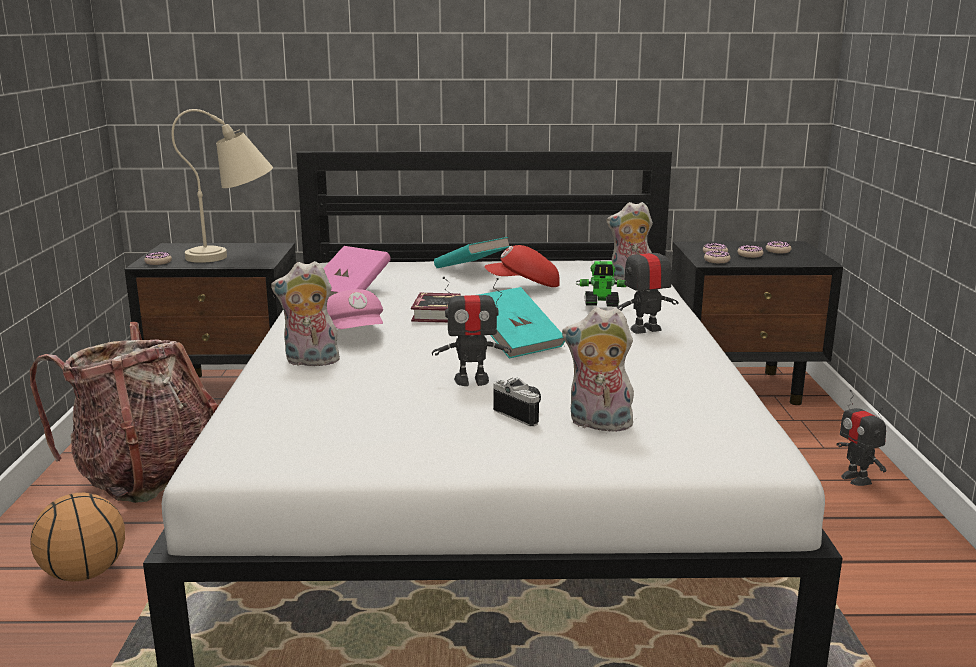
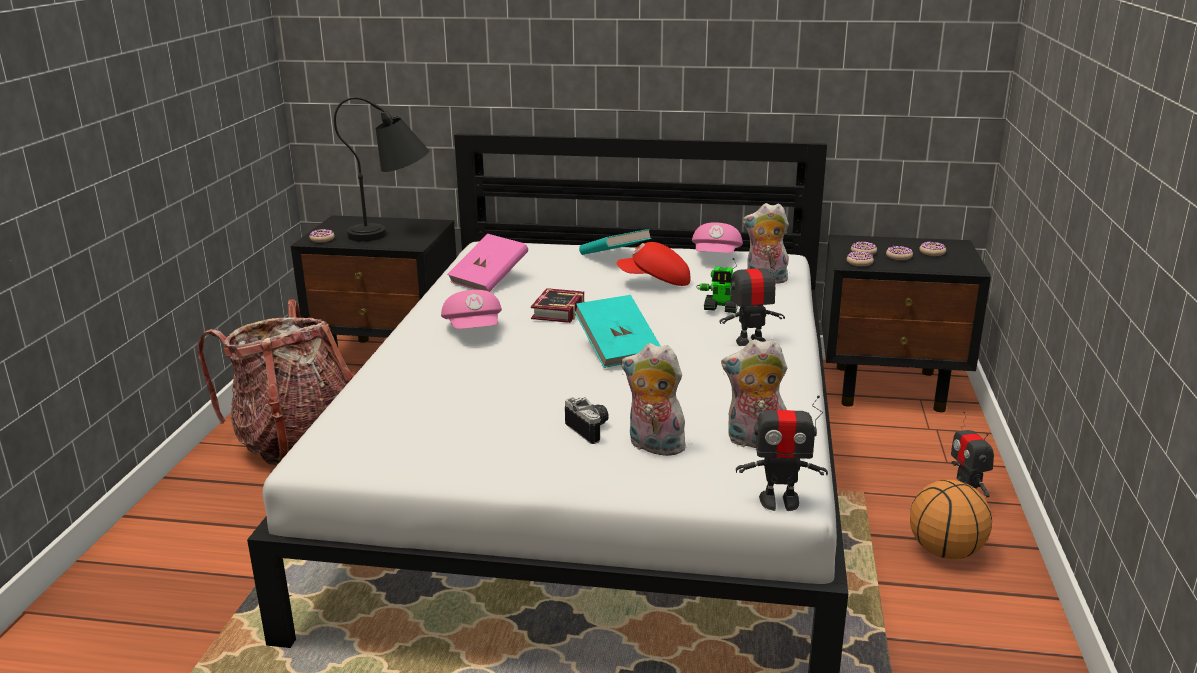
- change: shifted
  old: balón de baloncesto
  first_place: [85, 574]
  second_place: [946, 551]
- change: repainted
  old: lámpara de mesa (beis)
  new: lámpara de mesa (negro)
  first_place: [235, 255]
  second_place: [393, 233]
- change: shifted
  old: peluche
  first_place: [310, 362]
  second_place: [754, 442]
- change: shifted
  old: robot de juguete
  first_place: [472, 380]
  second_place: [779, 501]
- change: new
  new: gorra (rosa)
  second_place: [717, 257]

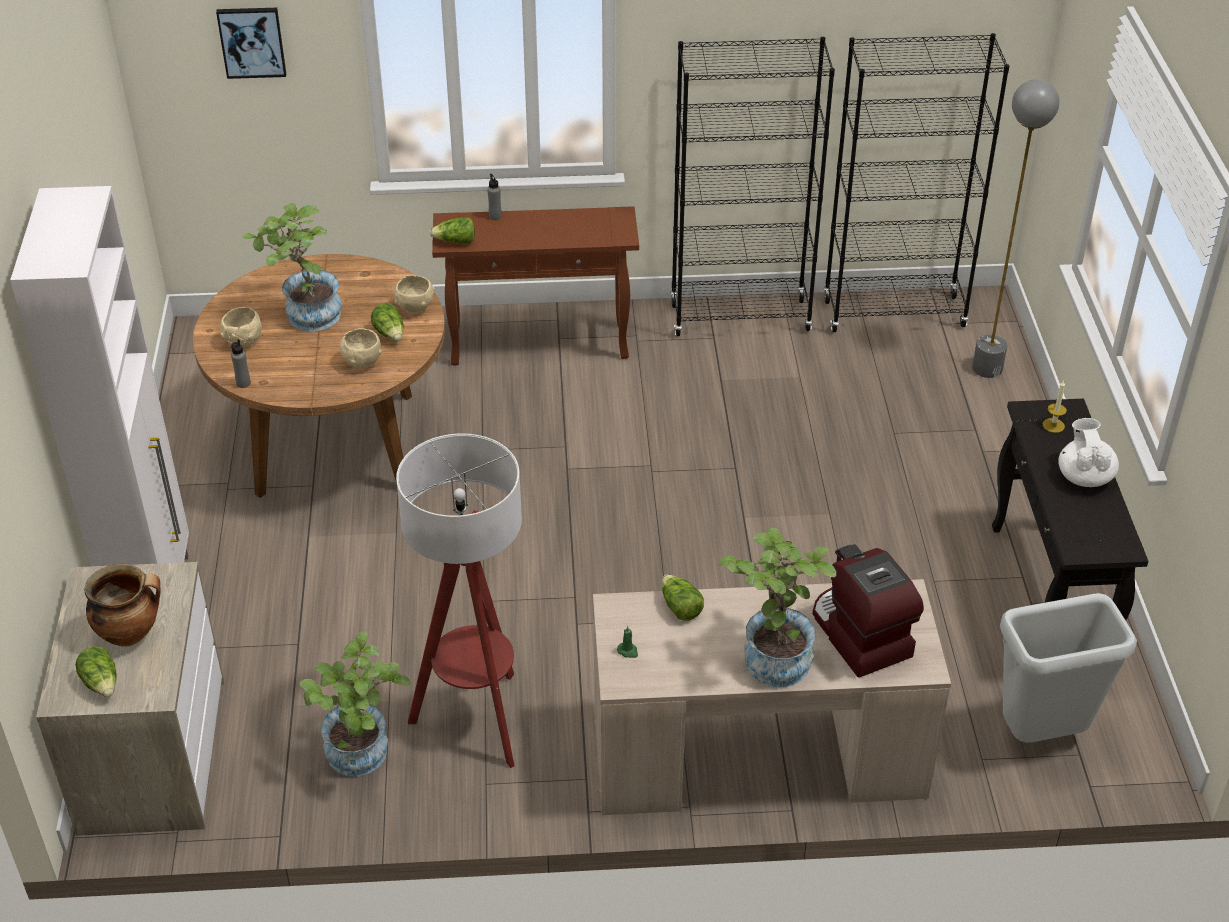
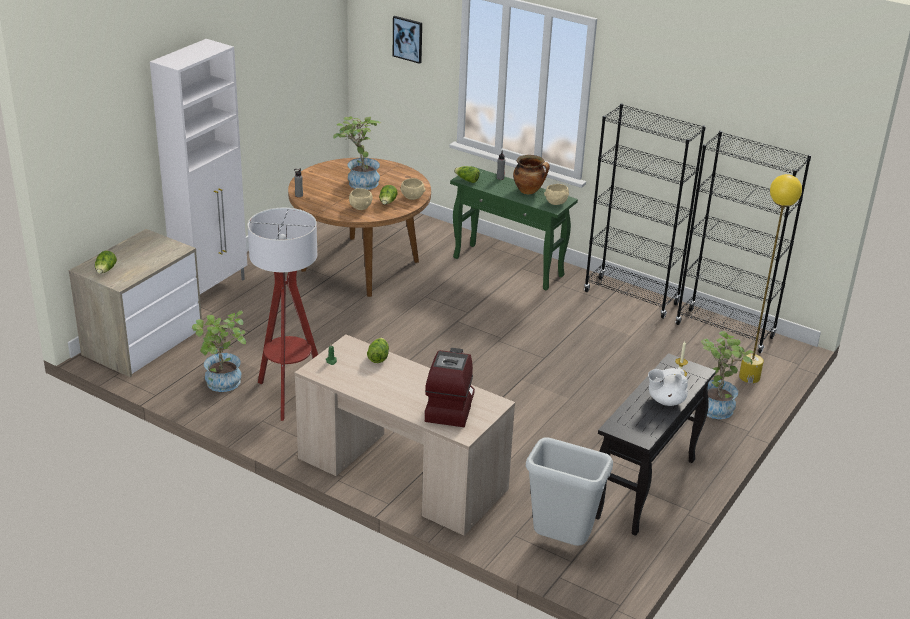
- change: shifted
  old: olla
  first_place: [131, 633]
  second_place: [529, 191]
- change: shifted
  old: cuenco (beis)
  first_place: [244, 341]
  second_place: [556, 203]
- change: repainted
  old: mesa consola (marrón)
  new: mesa consola (verde)
  first_place: [540, 344]
  second_place: [509, 267]
- change: shifted
  old: planta en maceta
  first_place: [773, 654]
  second_place: [716, 405]
- change: repainted
  old: lámpara de pie (gris)
  new: lámpara de pie (amarillo)
  first_place: [987, 368]
  second_place: [749, 377]
- change: rotated
  old: tetera (blanco)
  first_place: [1084, 476]
  second_place: [665, 401]
  degrees: -135

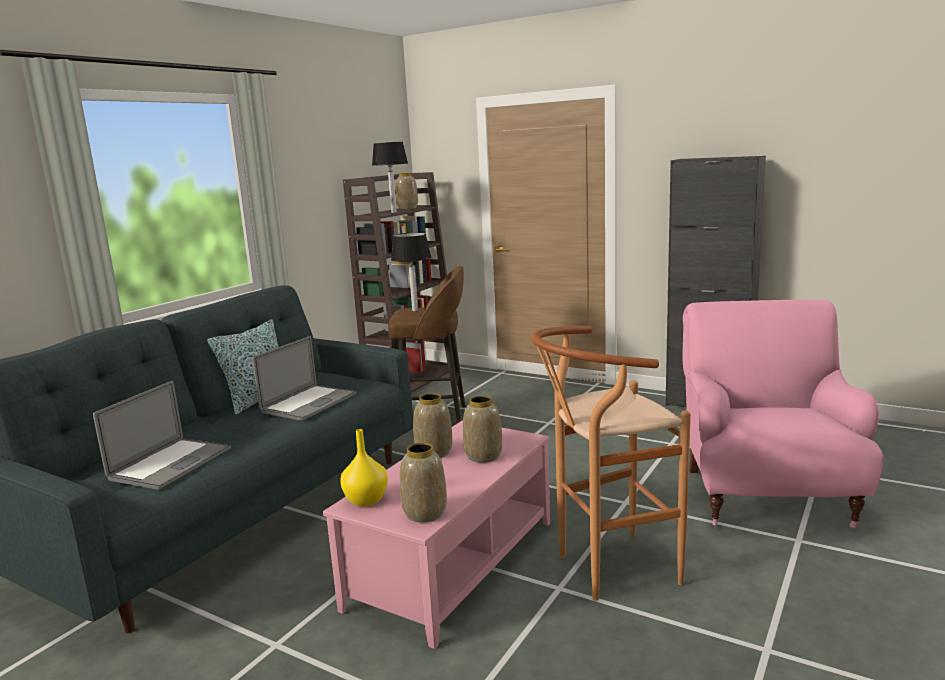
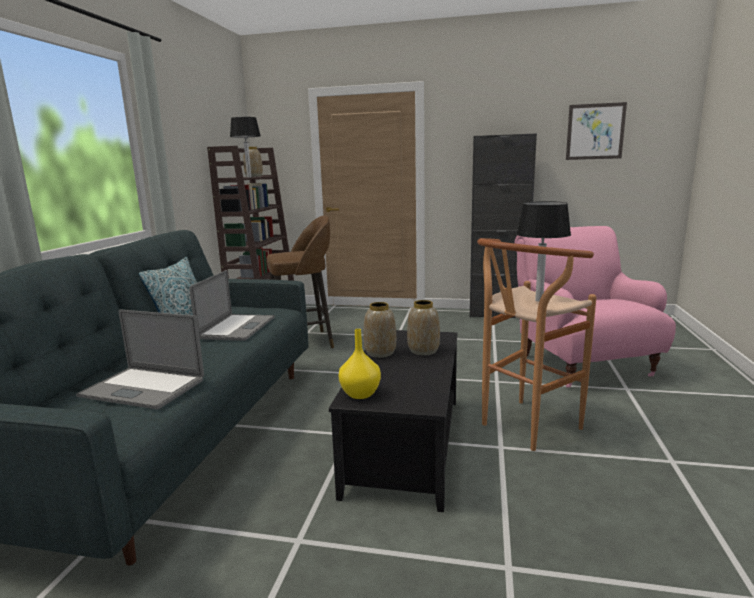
- change: rotated
  old: portátil
  first_place: [171, 463]
  second_place: [143, 388]
  degrees: 105
- change: repainted
  old: mesa de centro (rosa)
  new: mesa de centro (negro)
  first_place: [451, 563]
  second_place: [403, 444]
- change: shifted
  old: lámpara de mesa
  first_place: [415, 310]
  second_place: [539, 300]
- change: gone
  old: florero
  first_place: [425, 513]
- change: new
  new: cuadro
  second_place: [595, 131]

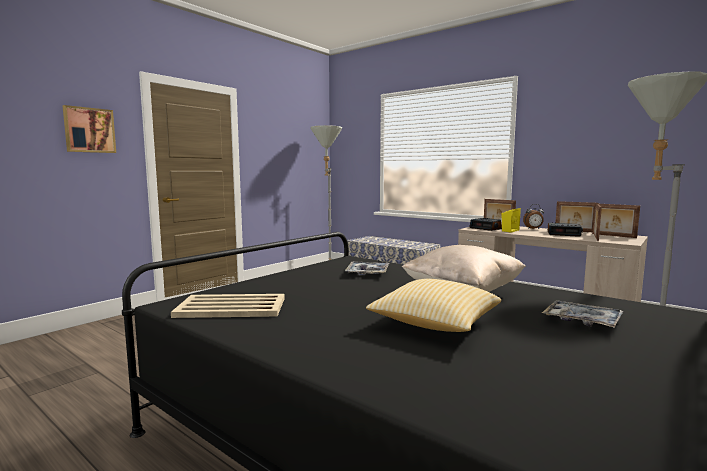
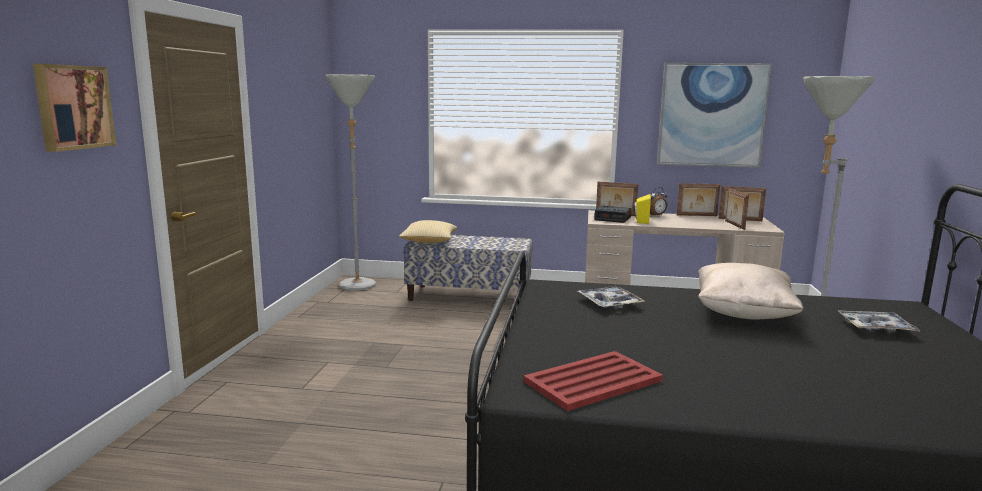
- change: repainted
  old: bandeja (beis)
  new: bandeja (rojo)
  first_place: [230, 307]
  second_place: [591, 381]
- change: shifted
  old: cojín
  first_place: [435, 324]
  second_place: [429, 242]
- change: gone
  old: despertador
  first_place: [564, 234]
- change: new
  new: cuadro
  second_place: [712, 115]

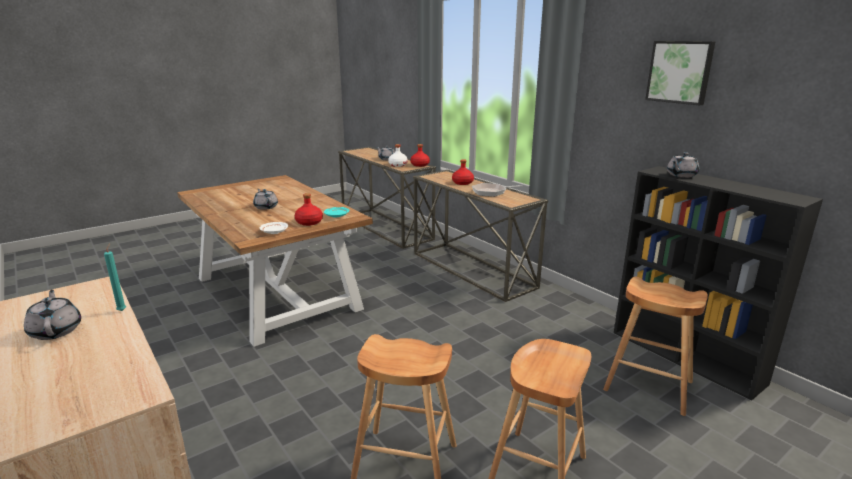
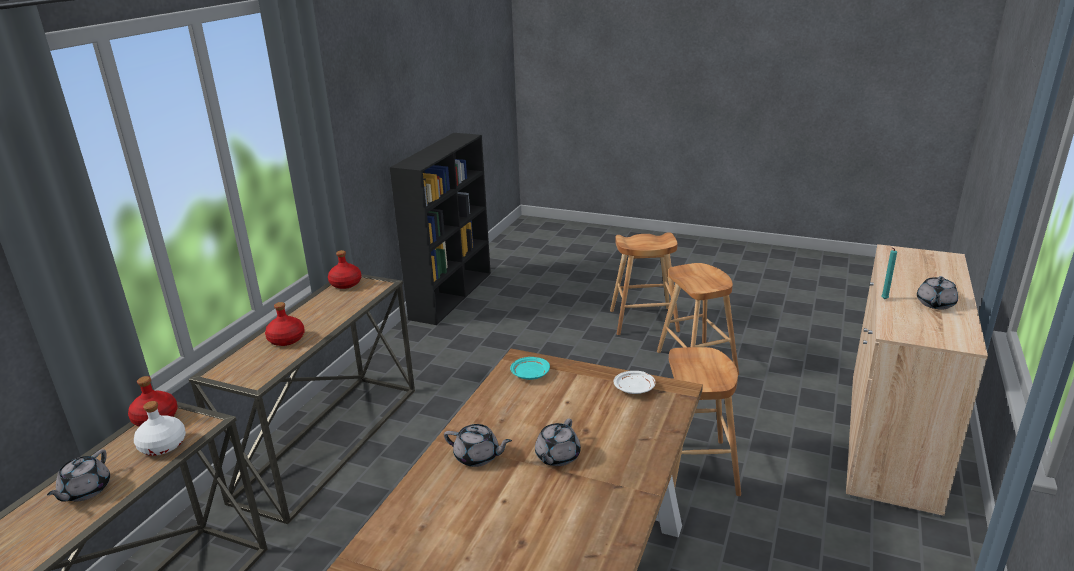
- change: shifted
  old: botella (rojo)
  first_place: [309, 222]
  second_place: [346, 283]
- change: gone
  old: sartén
  first_place: [491, 192]
- change: shifted
  old: taburete (marrón)
  first_place: [648, 386]
  second_place: [696, 468]
- change: gone
  old: cuadro
  first_place: [680, 72]
- change: shifted
  old: tetera (gris)
  first_place: [681, 175]
  second_place: [477, 457]

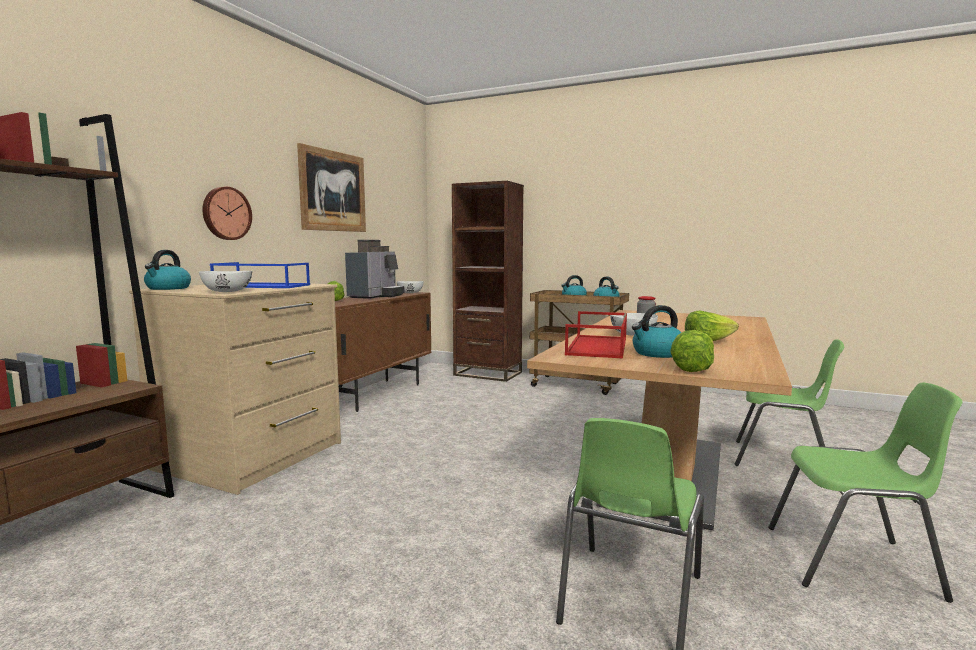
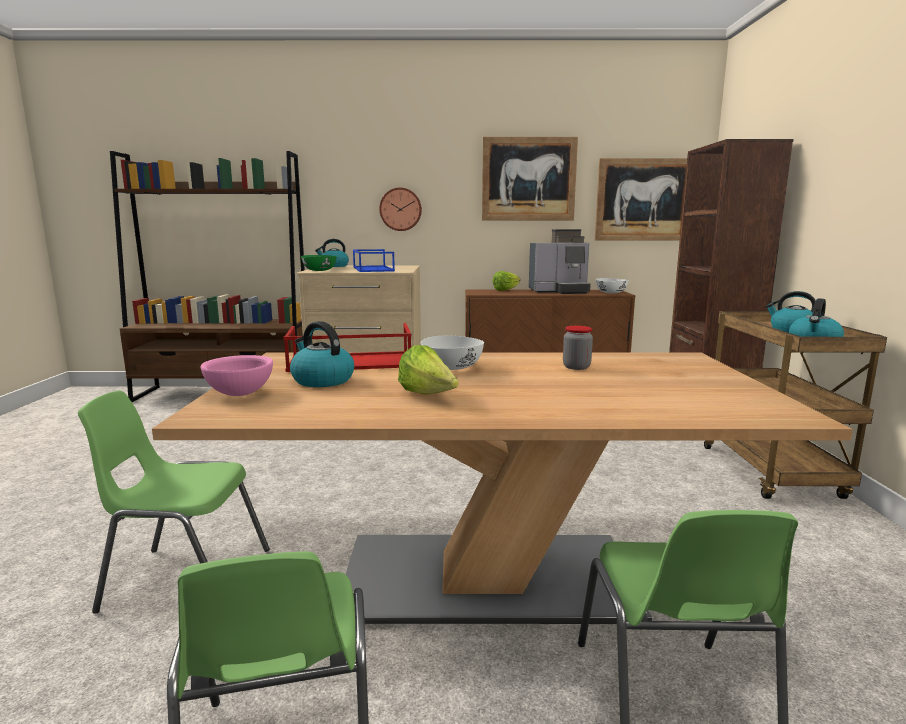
- change: repainted
  old: cuenco (blanco)
  new: cuenco (verde)
  first_place: [227, 291]
  second_place: [319, 270]
- change: swapped
  old: lechuga
  new: cuenco (rosa)
  first_place: [693, 368]
  second_place: [239, 393]
- change: new
  new: cuadro
  second_place: [642, 200]

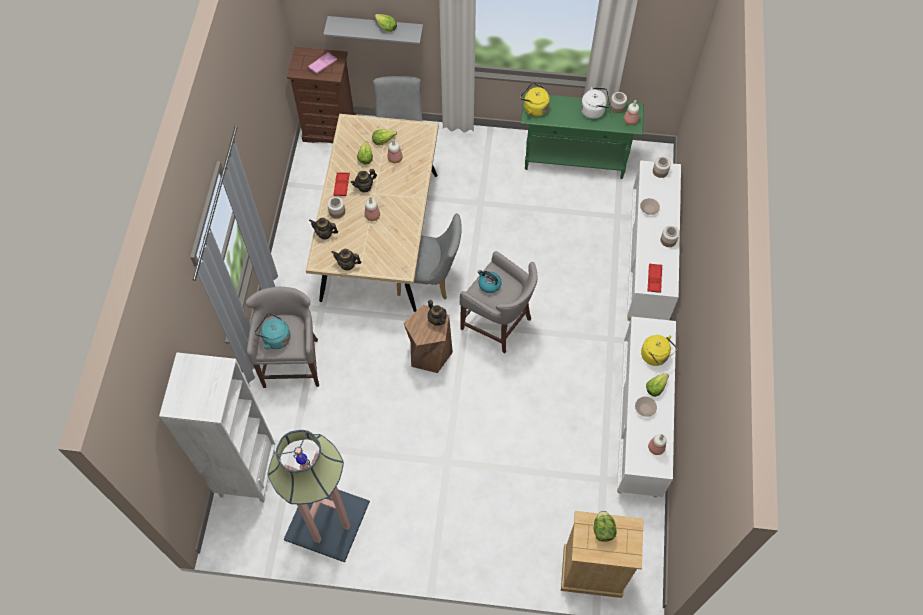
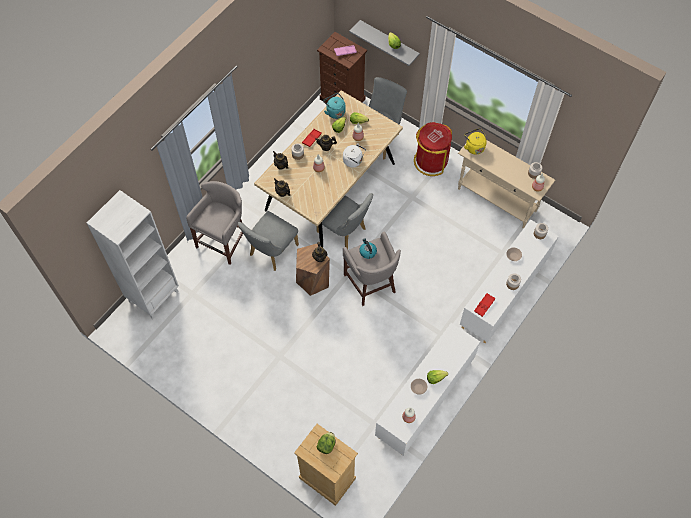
- change: shifted
  old: hervidor (turquesa)
  first_place: [275, 338]
  second_place: [335, 111]
- change: gone
  old: lámpara de pie
  first_place: [326, 520]
- change: repainted
  old: mesa consola (verde)
  new: mesa consola (beis)
  first_place: [575, 161]
  second_place: [497, 200]
- change: shifted
  old: hervidor (blanco)
  first_place: [594, 110]
  second_place: [354, 161]
- change: gone
  old: hervidor (amarillo)
  first_place: [656, 356]
- change: new
  new: silla (gris)
  second_place: [271, 252]
- change: new
  new: papelera (rojo)
  second_place: [431, 161]

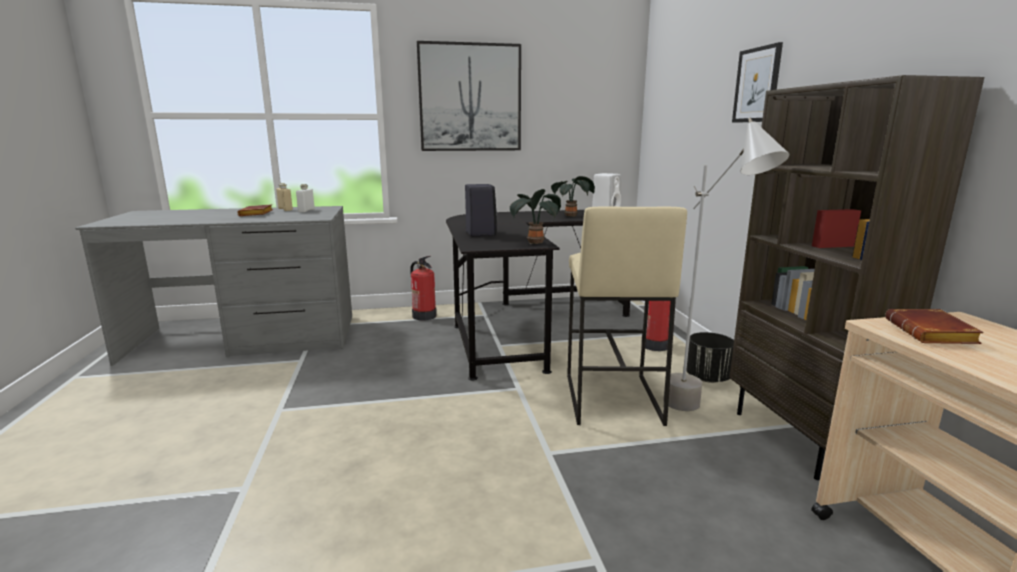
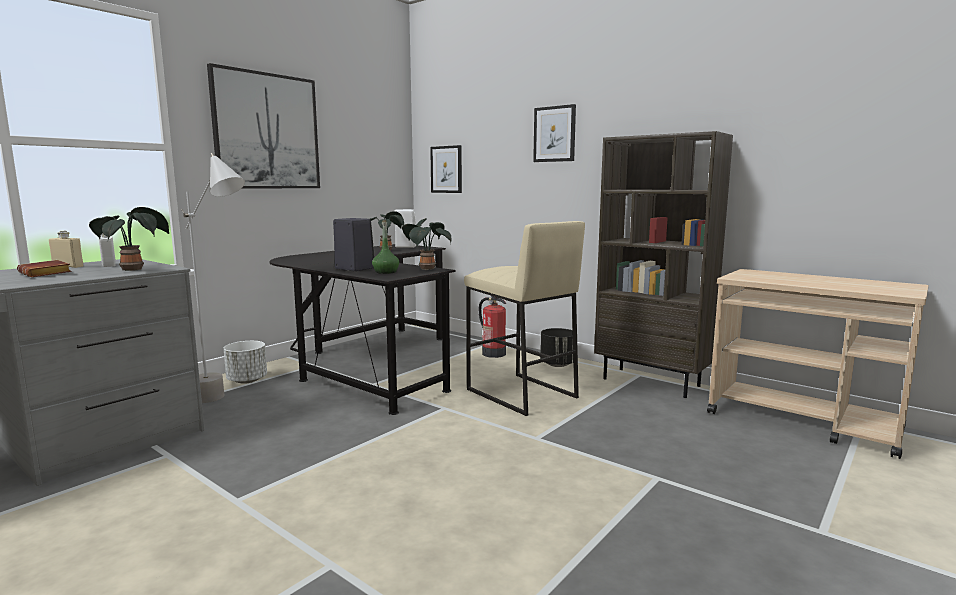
- change: swapped
  old: extintor
  new: maceta (blanco)
  first_place: [424, 316]
  second_place: [247, 380]
- change: shifted
  old: lámpara de pie (gris)
  first_place: [702, 416]
  second_place: [225, 402]
- change: gone
  old: libro (marrón)
  first_place: [933, 334]
- change: new
  new: planta en maceta
  second_place: [135, 270]
- change: new
  new: botella (verde)
  second_place: [385, 272]
- change: new
  new: cuadro
  second_place: [446, 169]

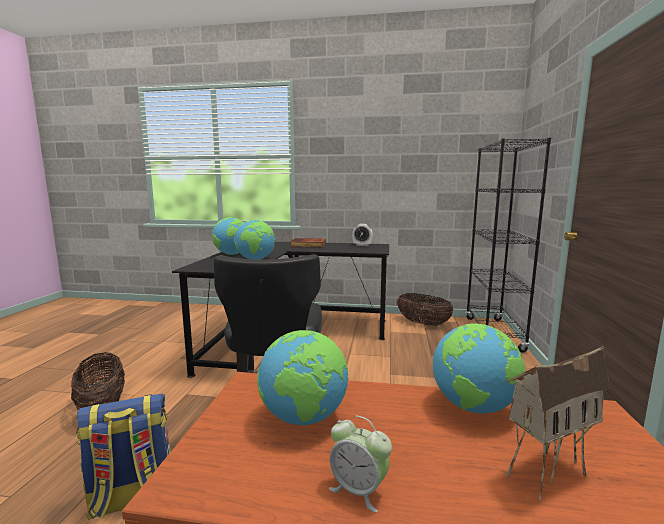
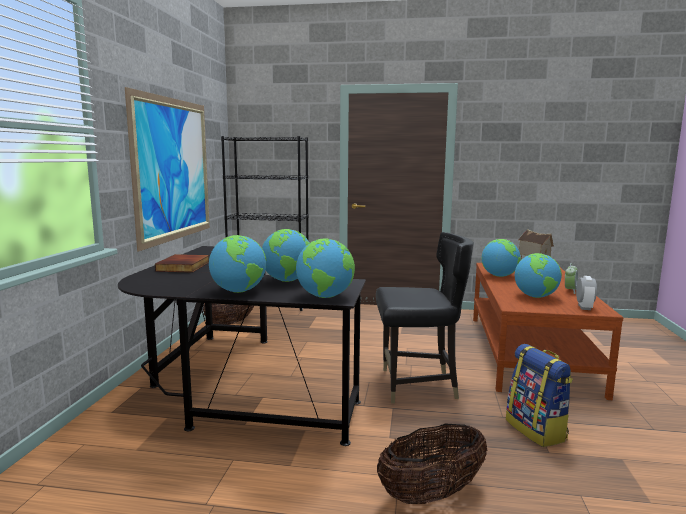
- change: shifted
  old: despertador
  first_place: [362, 245]
  second_place: [584, 307]
- change: new
  new: cuadro
  second_place: [174, 169]
- change: new
  new: globo terráqueo
  second_place: [325, 297]

